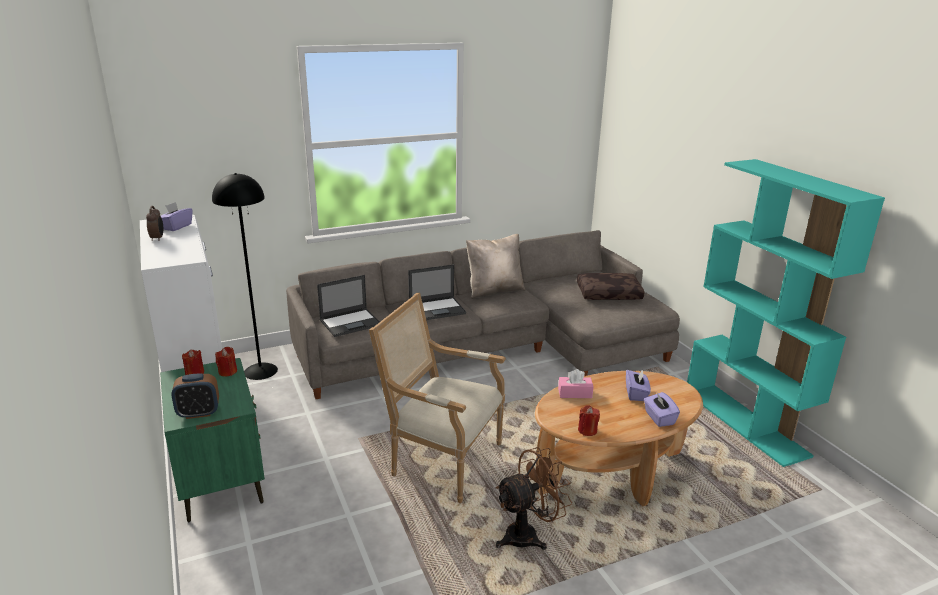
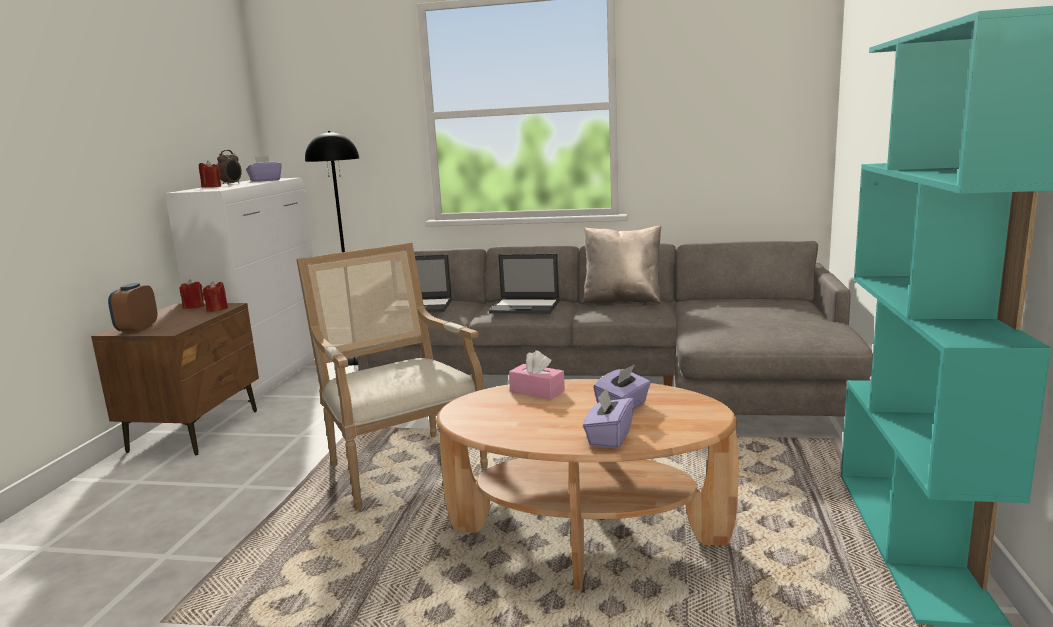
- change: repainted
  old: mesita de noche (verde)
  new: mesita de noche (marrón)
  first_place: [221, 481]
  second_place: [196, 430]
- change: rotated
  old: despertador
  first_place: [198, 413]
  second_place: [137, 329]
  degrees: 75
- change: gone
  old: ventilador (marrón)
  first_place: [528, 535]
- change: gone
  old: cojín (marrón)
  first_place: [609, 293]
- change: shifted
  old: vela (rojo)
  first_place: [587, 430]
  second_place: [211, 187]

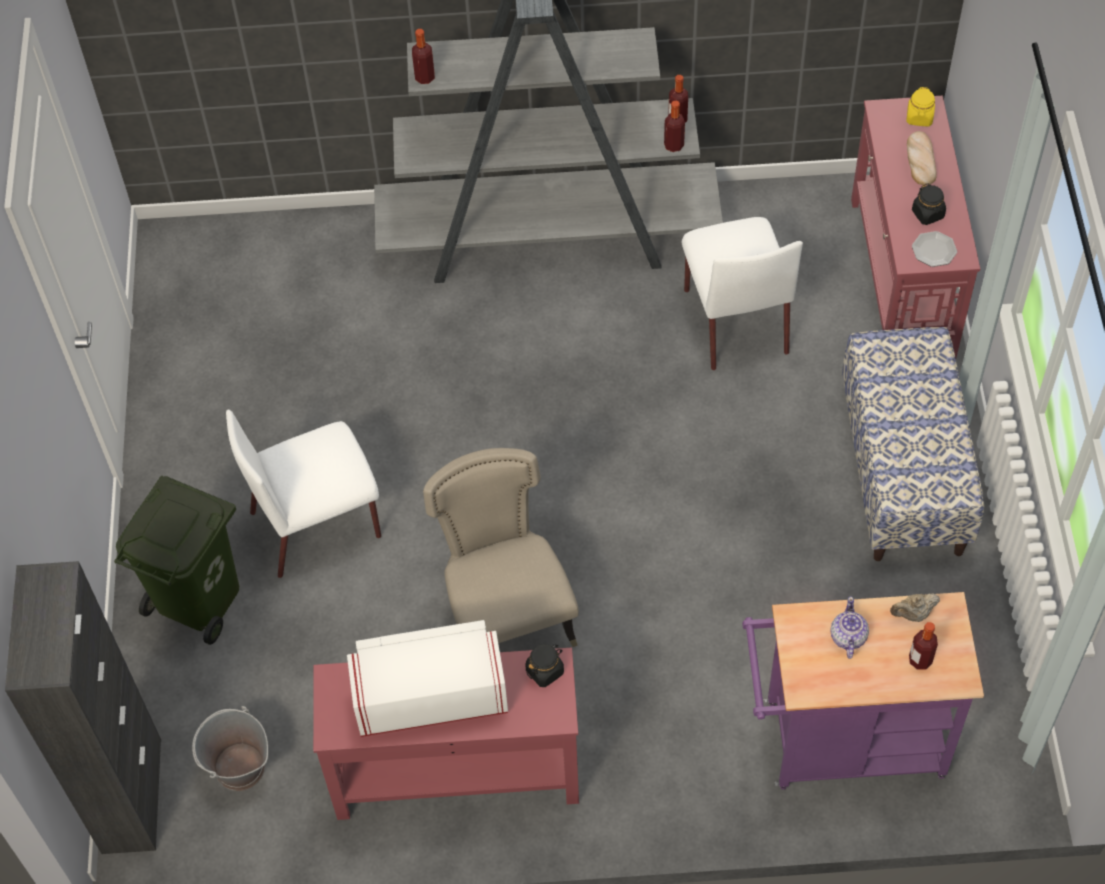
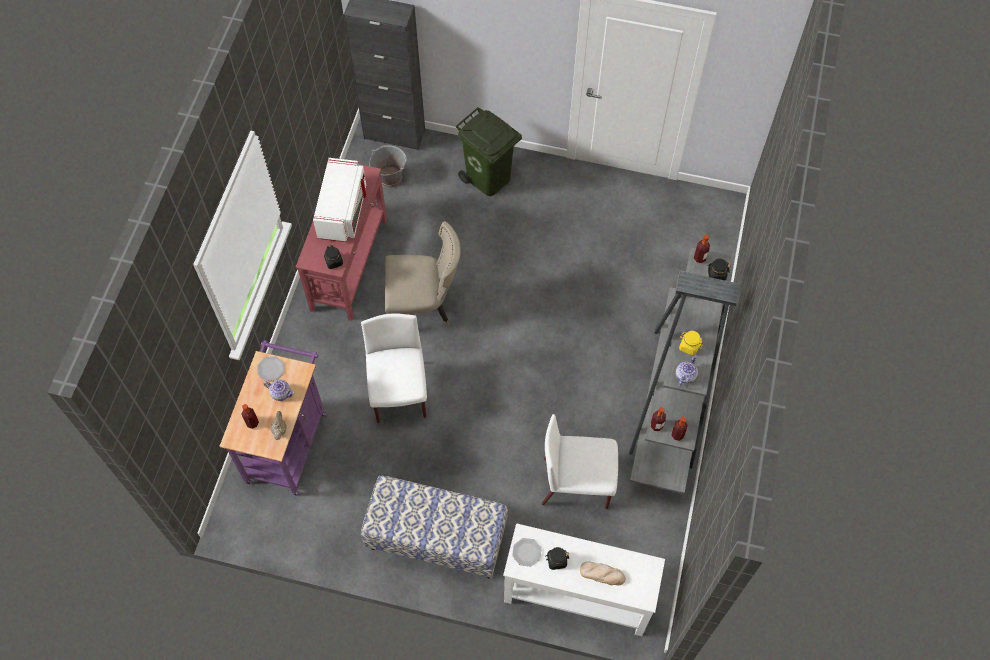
- change: shifted
  old: silla (blanco)
  first_place: [318, 523]
  second_place: [399, 393]
- change: repainted
  old: mesa consola (rojo)
  new: mesa consola (blanco)
  first_place: [901, 279]
  second_place: [577, 594]
- change: shifted
  old: tarro (amarillo)
  first_place: [919, 117]
  second_place: [689, 346]
- change: new
  new: plato
  second_place: [270, 369]
- change: new
  new: tetera
  second_place: [685, 376]
- change: new
  new: tarro (negro)
  second_place: [716, 275]

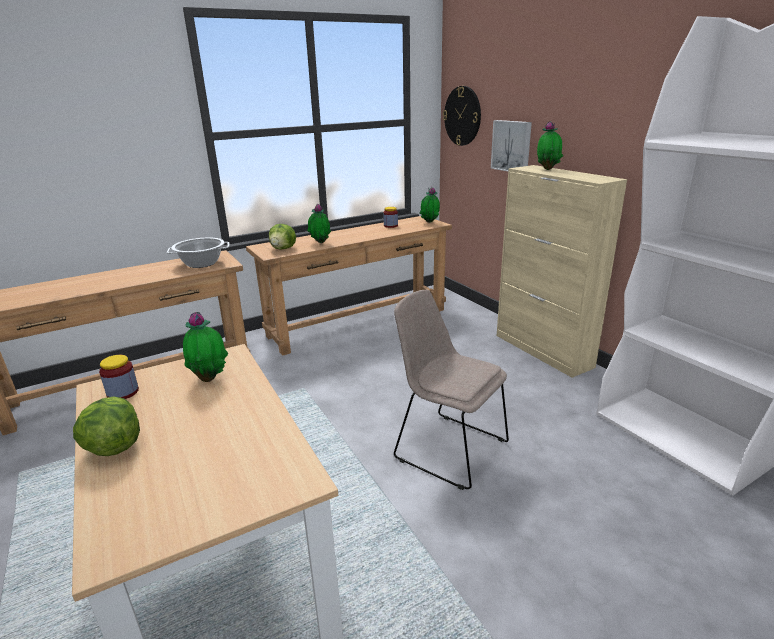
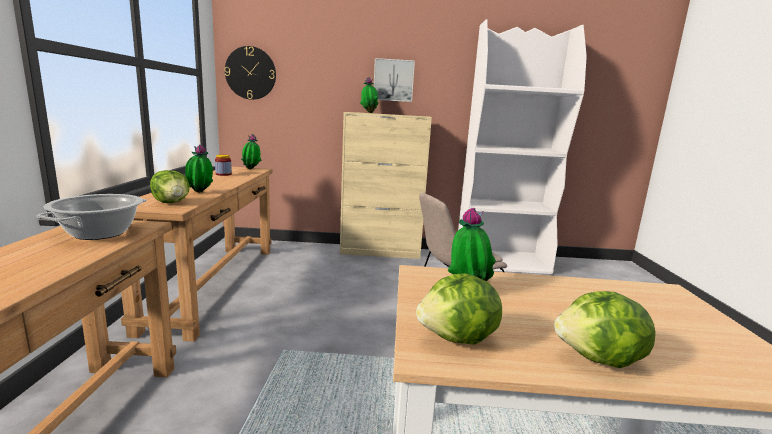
- change: swapped
  old: tarro
  new: lechuga
  first_place: [123, 392]
  second_place: [458, 339]
- change: shifted
  old: cuadro
  first_place: [512, 146]
  second_place: [393, 80]

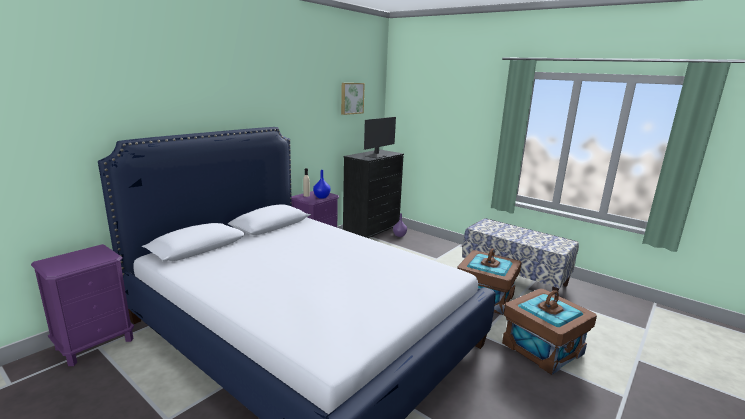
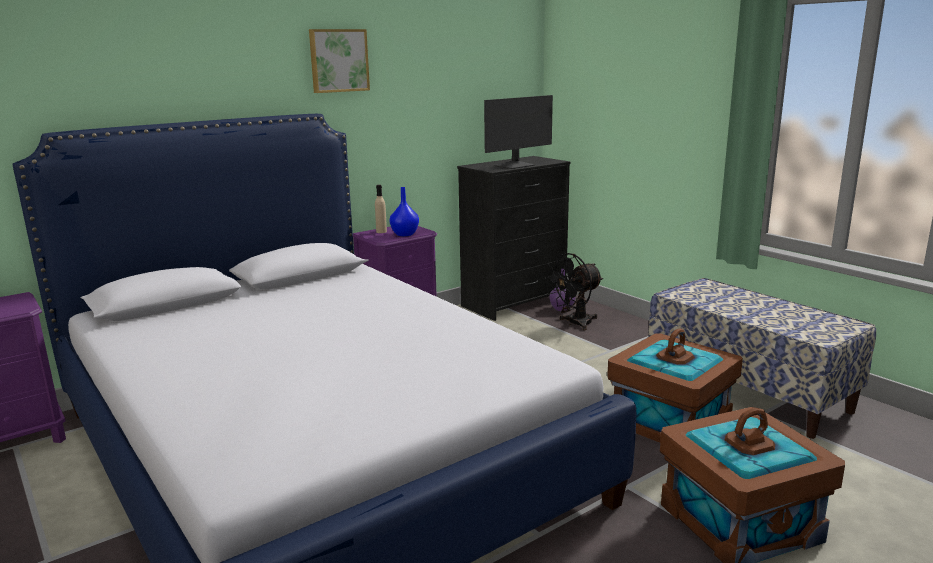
- change: shifted
  old: cuadro
  first_place: [351, 98]
  second_place: [338, 60]
- change: new
  new: ventilador (negro)
  second_place: [574, 323]

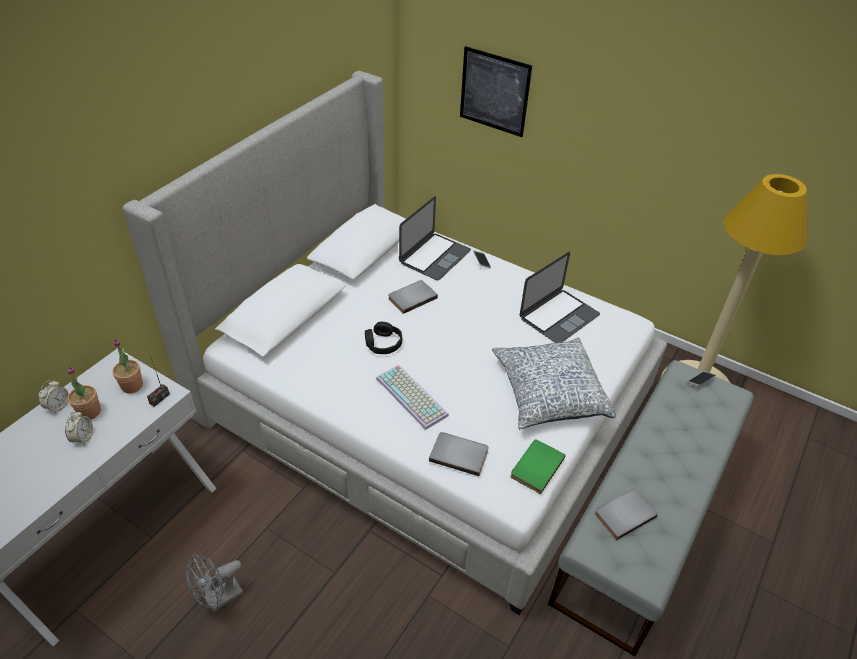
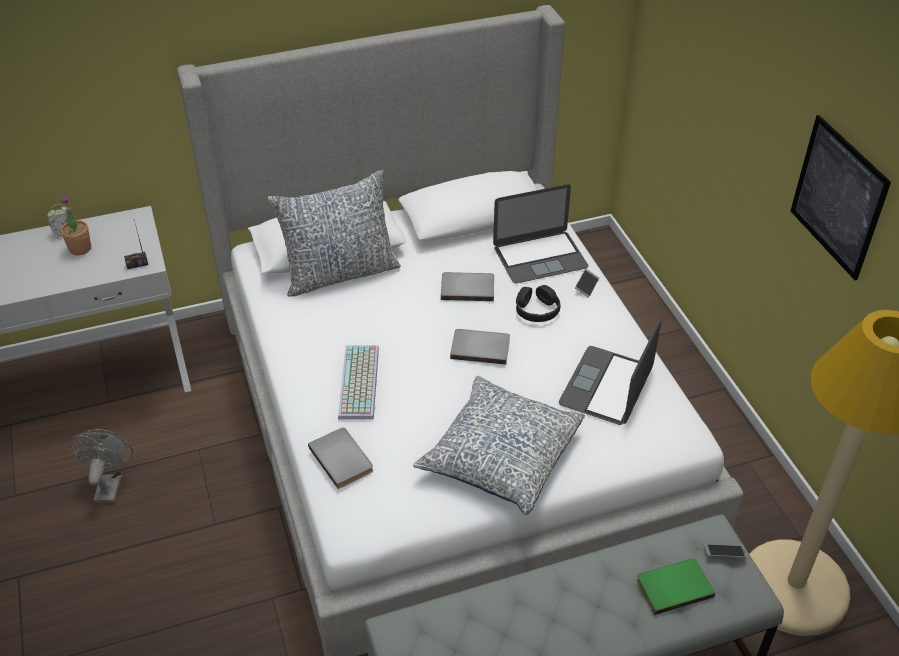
- change: gone
  old: despertador
  first_place: [83, 437]
- change: gone
  old: planta en maceta
  first_place: [132, 386]
- change: rotated
  old: ventilador (gris)
  first_place: [219, 599]
  second_place: [109, 484]
  degrees: 90
- change: shifted
  old: auriculares (negro)
  first_place: [383, 343]
  second_place: [537, 310]
- change: shifted
  old: cuadro
  first_place: [494, 92]
  second_place: [838, 197]
- change: shifted
  old: libro (verde)
  first_place: [535, 466]
  second_place: [673, 586]
- change: rotated
  old: portátil
  first_place: [559, 316]
  second_place: [607, 386]
  degrees: 120
- change: shifted
  old: libro (gris)
  first_place: [623, 513]
  second_place: [480, 347]
- change: new
  new: cojín
  second_place: [340, 273]

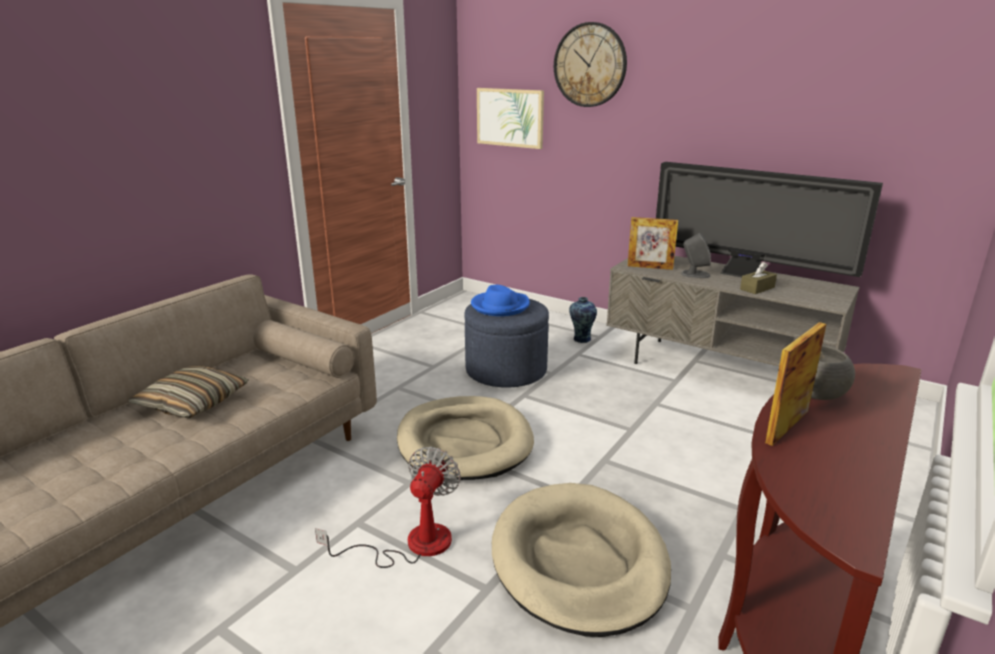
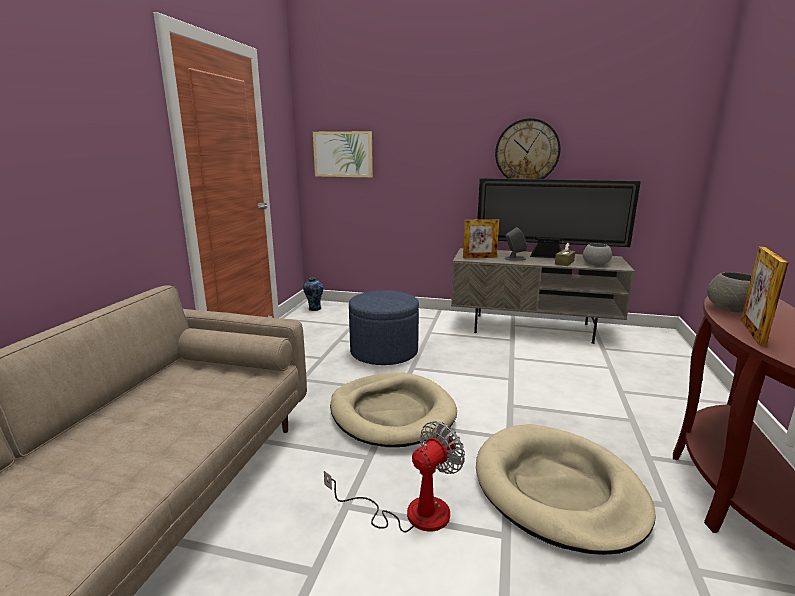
- change: gone
  old: cojín
  first_place: [193, 402]
- change: rotated
  old: ventilador
  first_place: [412, 544]
  second_place: [411, 513]
  degrees: 45
- change: gone
  old: sombrero (azul)
  first_place: [500, 306]
- change: shifted
  old: reloj de pared
  first_place: [590, 65]
  second_place: [527, 151]
- change: shifted
  old: florero
  first_place: [581, 339]
  second_place: [314, 309]
- change: new
  new: cuenco (gris)
  second_place: [595, 264]

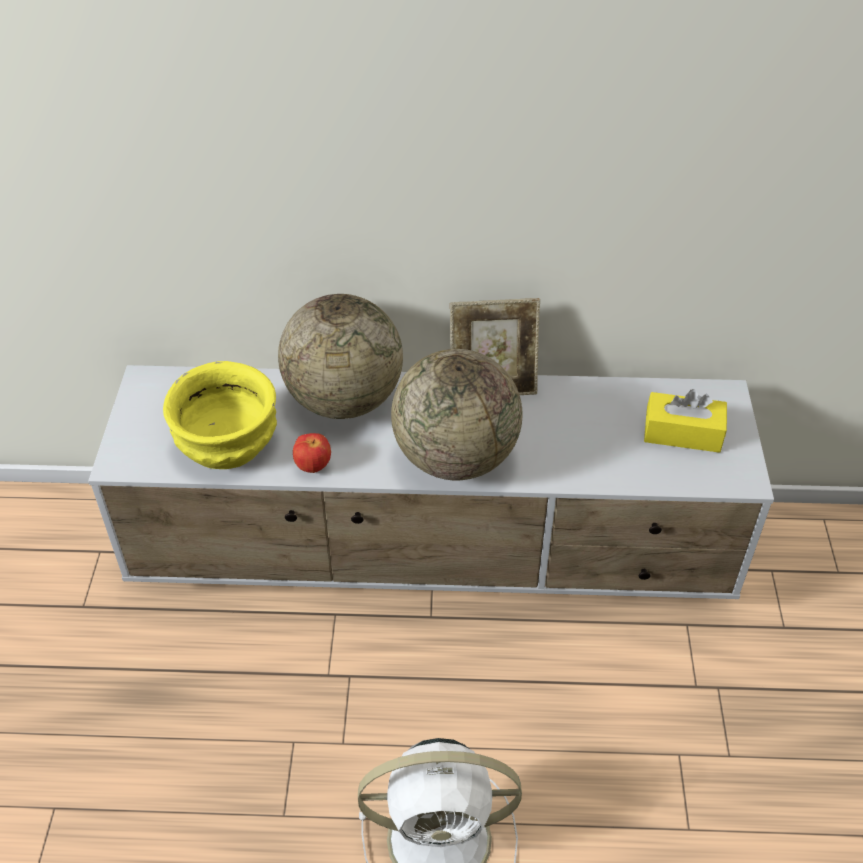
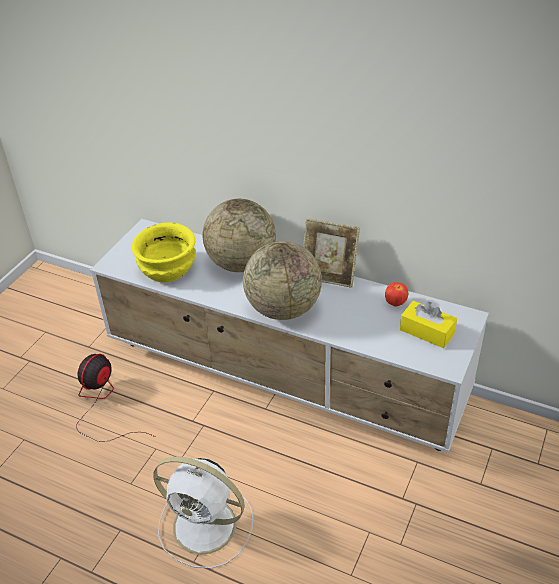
- change: shifted
  old: manzana
  first_place: [313, 466]
  second_place: [395, 303]
- change: new
  new: ventilador
  second_place: [102, 403]

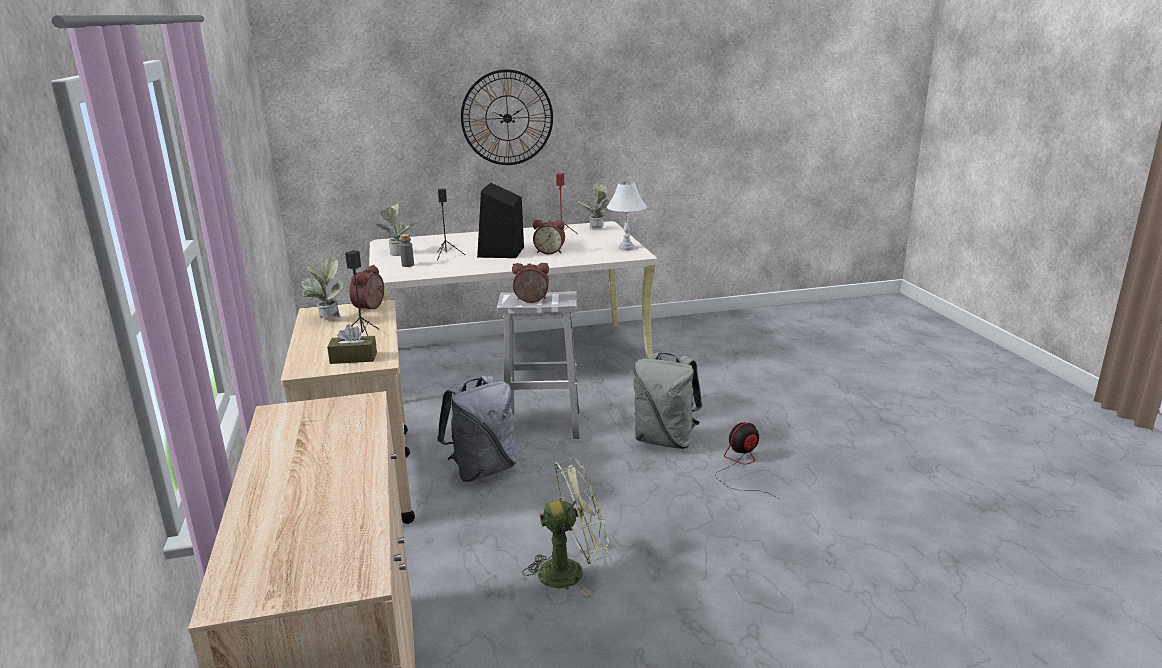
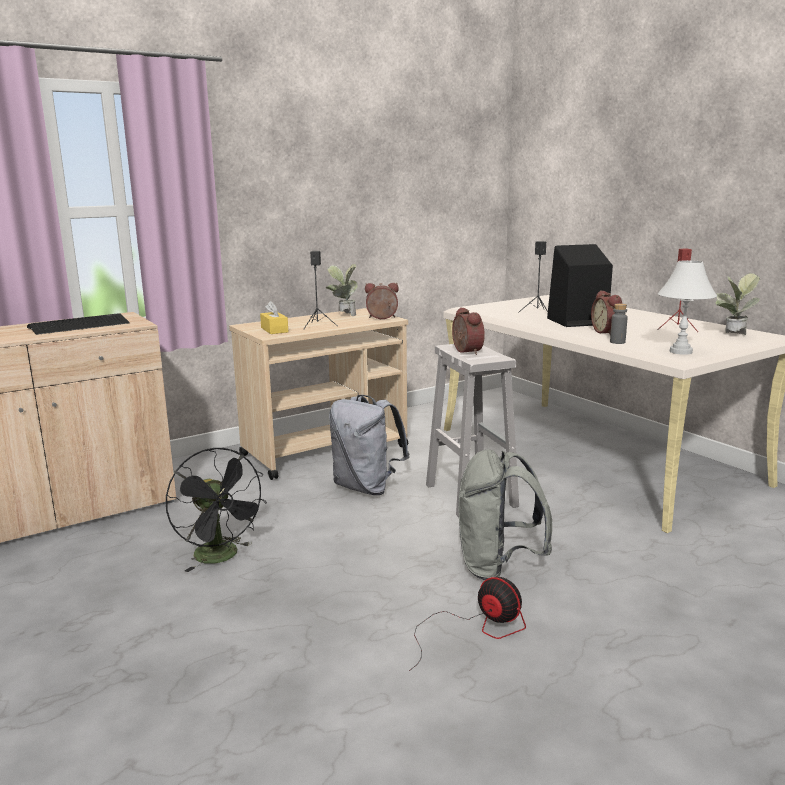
- change: repainted
  old: caja de pañuelos (marrón)
  new: caja de pañuelos (amarillo)
  first_place: [353, 358]
  second_place: [274, 330]
- change: gone
  old: planta en maceta
  first_place: [398, 253]
- change: shifted
  old: botella (gris)
  first_place: [408, 265]
  second_place: [617, 342]
- change: gone
  old: reloj de pared
  first_place: [507, 118]
- change: repainted
  old: ventilador (verde)
  new: ventilador (negro)
  first_place: [570, 570]
  second_place: [222, 557]
- change: new
  new: teclado
  second_place: [80, 326]

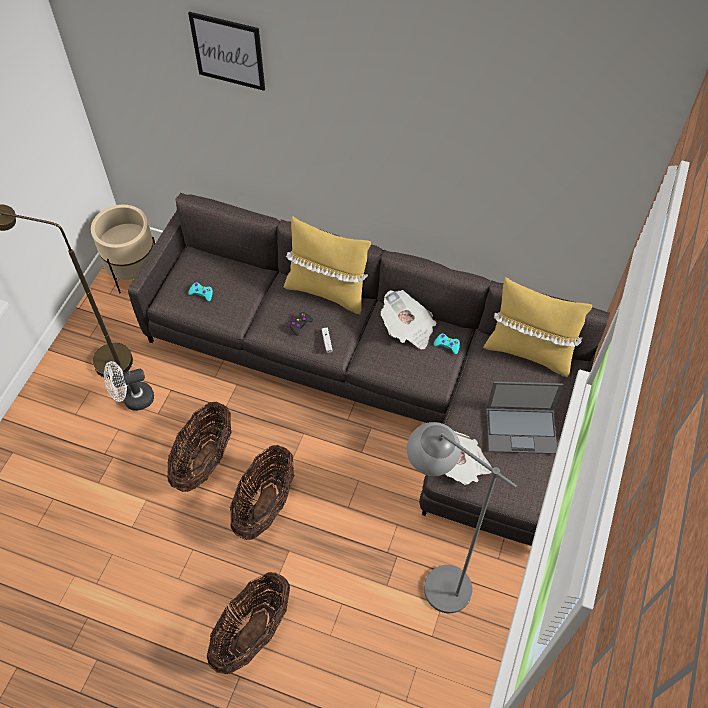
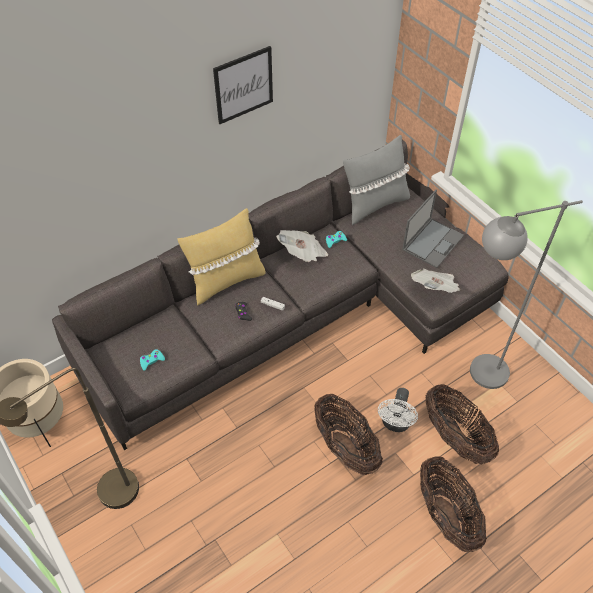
- change: shifted
  old: ventilador (blanco)
  first_place: [133, 399]
  second_place: [395, 424]
- change: shifted
  old: cesta
  first_place: [204, 460]
  second_place: [455, 437]
- change: shifted
  old: cuadro
  first_place: [228, 51]
  second_place: [243, 85]
- change: repainted
  old: cojín (amarillo)
  new: cojín (gris)
  first_place: [529, 351]
  second_place: [374, 205]

